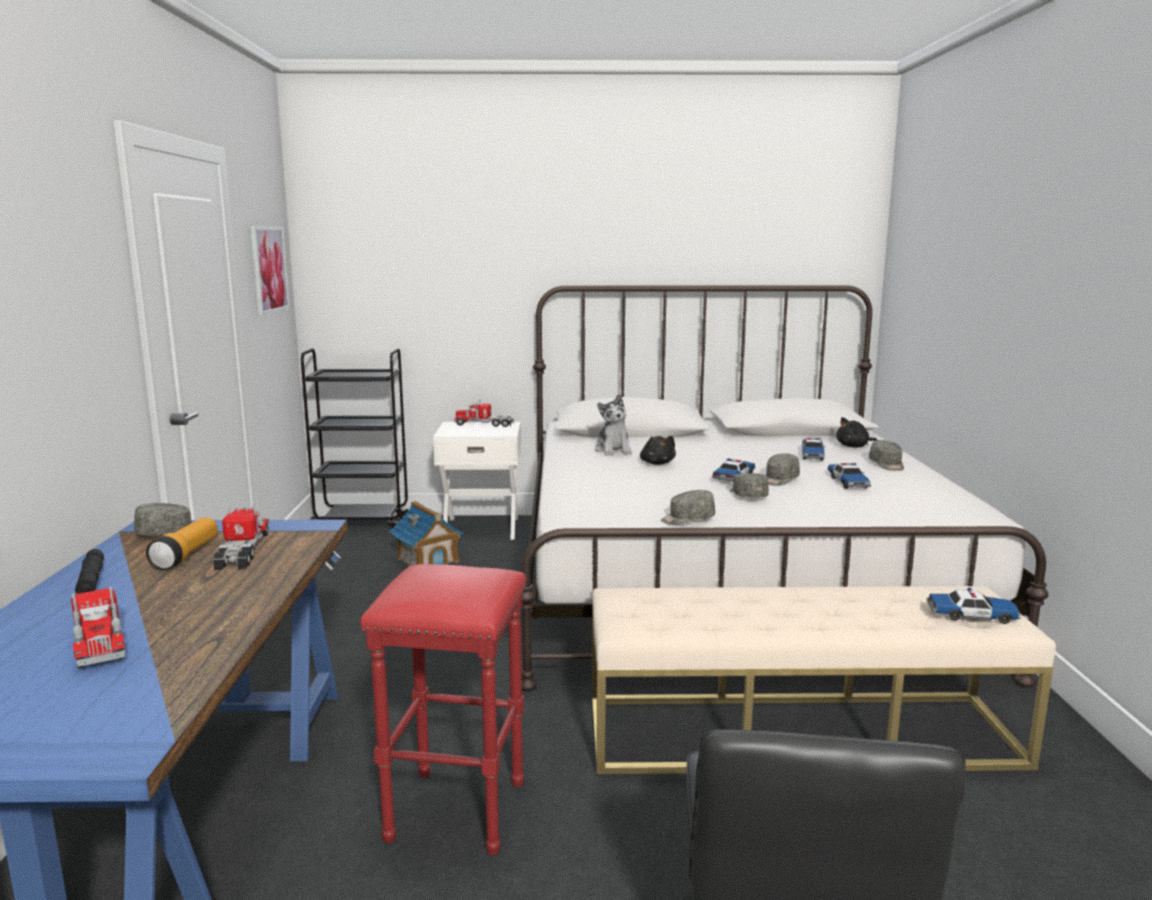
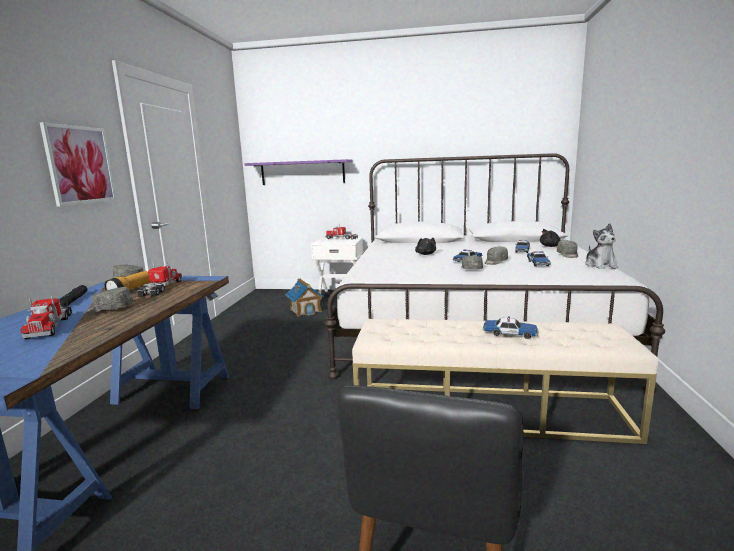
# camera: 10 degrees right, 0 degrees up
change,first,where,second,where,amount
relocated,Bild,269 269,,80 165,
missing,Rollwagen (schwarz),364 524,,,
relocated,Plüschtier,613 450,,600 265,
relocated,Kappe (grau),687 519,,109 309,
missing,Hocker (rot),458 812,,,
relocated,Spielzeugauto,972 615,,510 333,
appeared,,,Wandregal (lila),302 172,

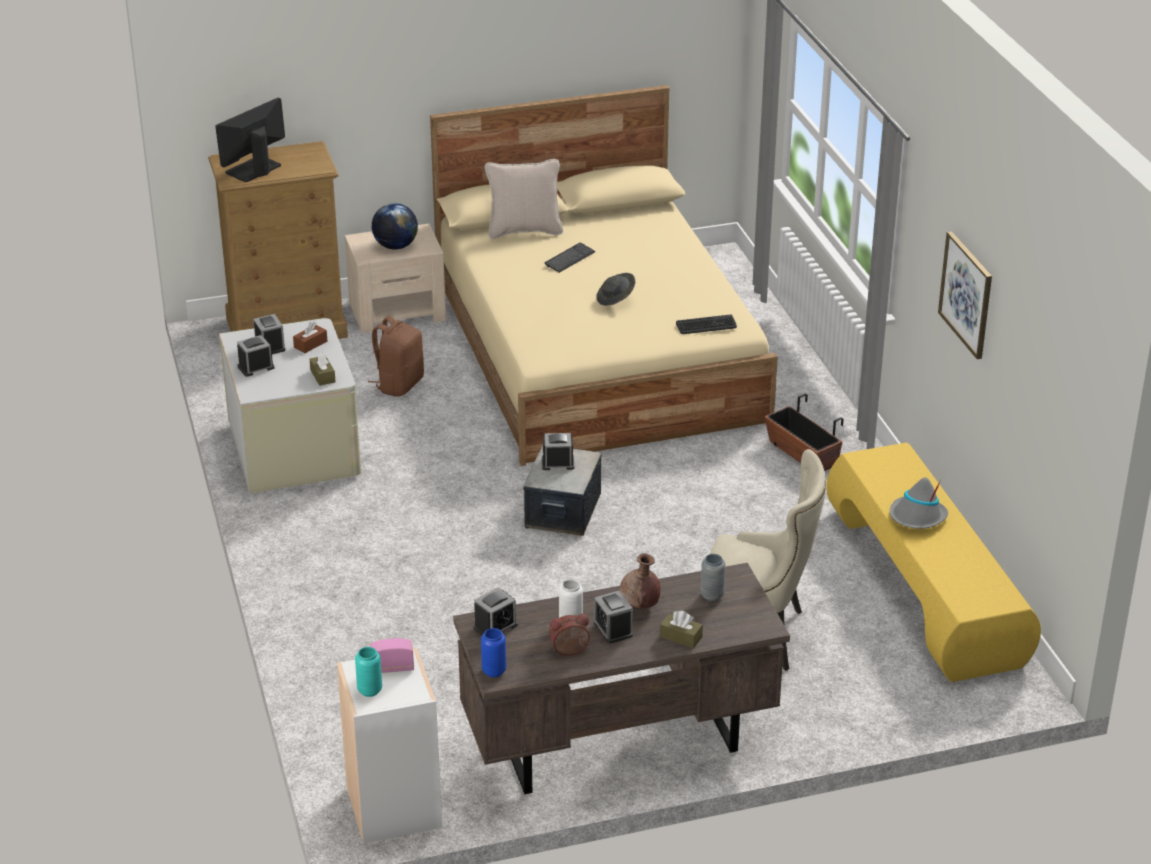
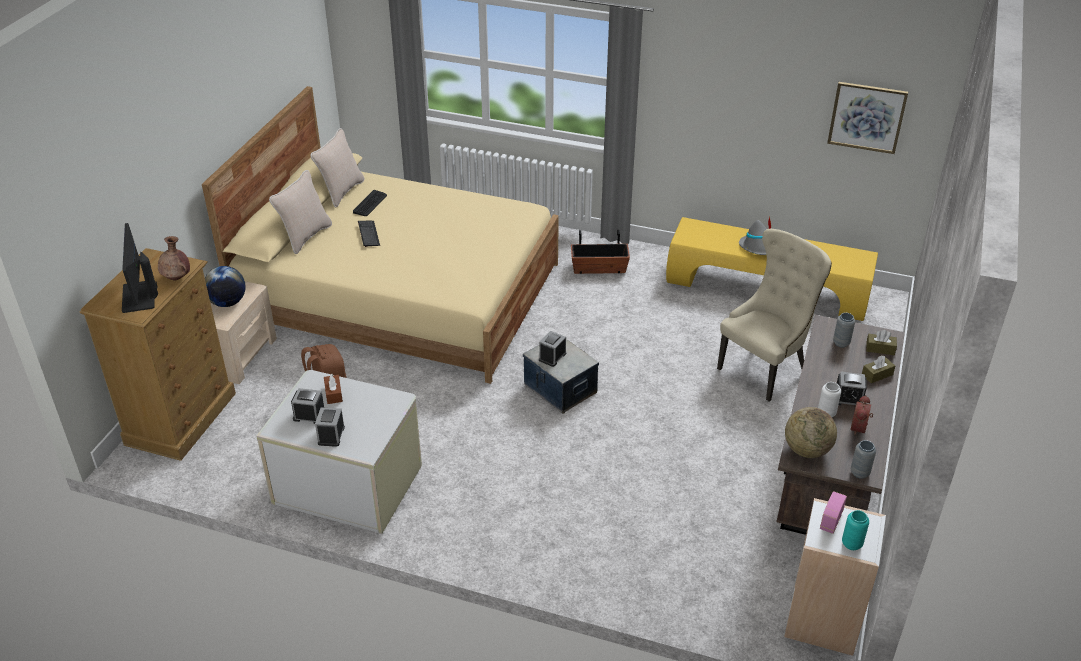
# camera: 55 degrees left, 5 degrees up
change,first,where,second,where,amount
relocated,Bild,966 294,,867 117,
missing,Hut (grau),616 298,,,
relocated,Tastatur,706 325,,370 204,
relocated,Taschentuchbox (braun),322 376,,880 349,
relocated,Vase (braun),639 606,,177 278,
exchanged,Wecker,495 626,Globus,807 450,
colour,Vase (blau),494 671,Vase (grau),859 473,
appeared,,,Kissen (beige),341 192,

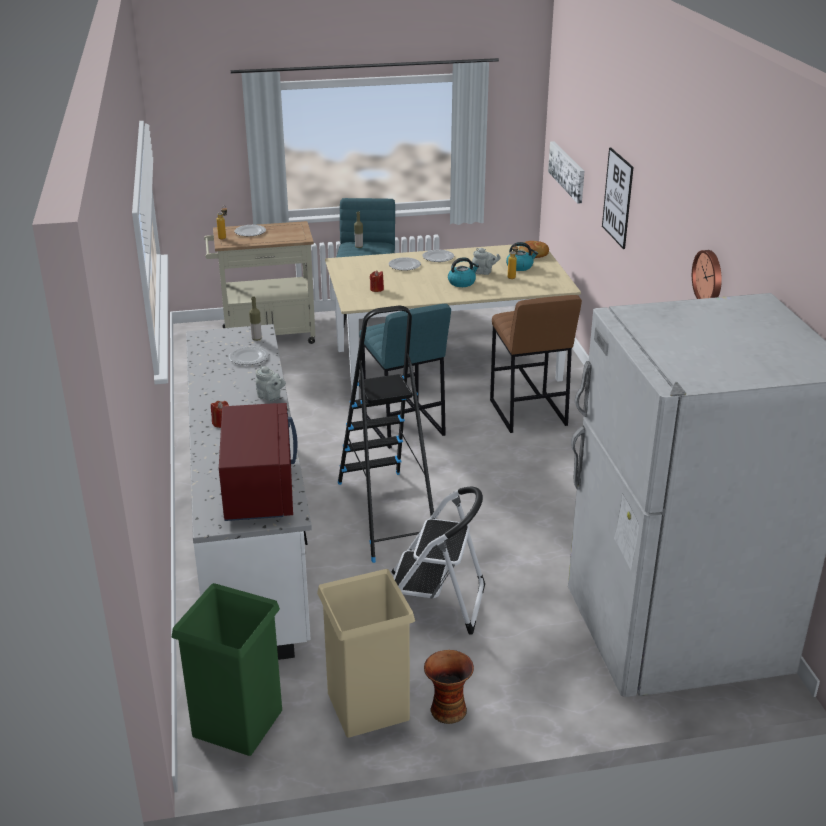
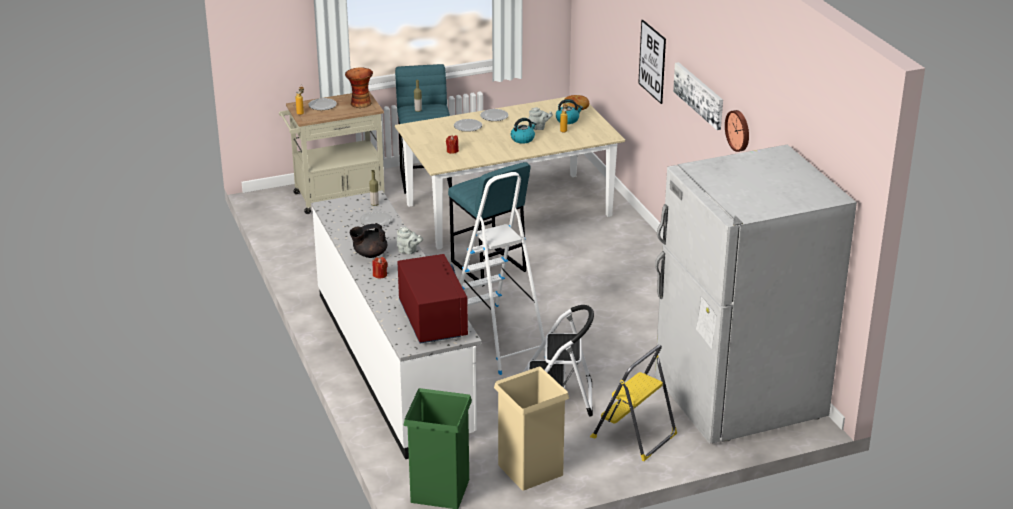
# camera: 10 degrees left, 0 degrees up
change,first,where,second,where,amount
relocated,Bild,567 171,,699 95,
missing,Hocker (braun),529 413,,,
colour,Trittleiter (schwarz),385 514,Trittleiter (weiß),497 338,
relocated,Vase,447 709,,360 103,
appeared,,,Teekanne (schwarz),369 254,
appeared,,,Trittleiter (gelb),636 436,

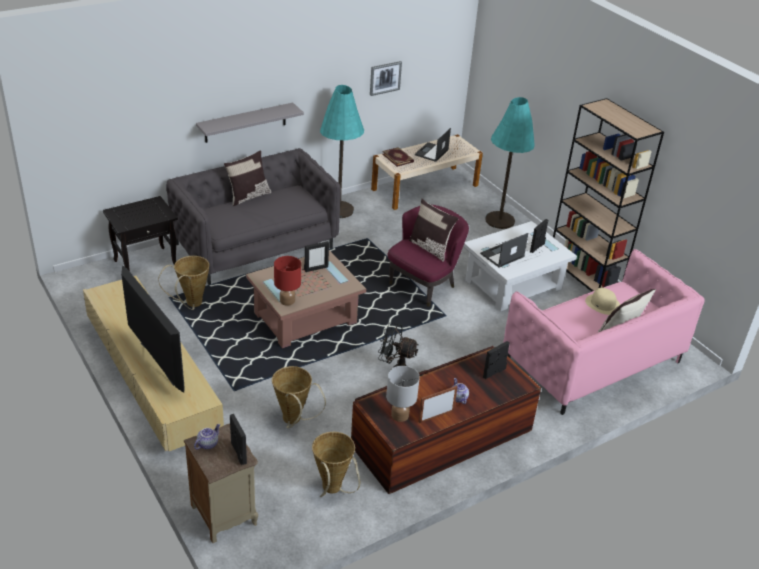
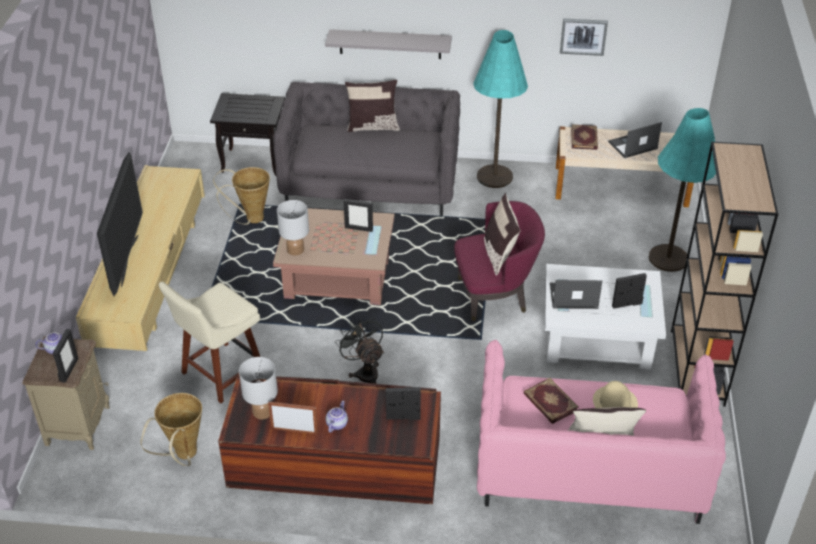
# camera: 40 degrees right, 5 degrees up
change,first,where,second,where,amount
colour,Tischlampe (rot),287 300,Tischlampe (grau),295 250,
exchanged,Korb,294 421,Hocker (beige),220 374,
appeared,,,Buch,549 402,

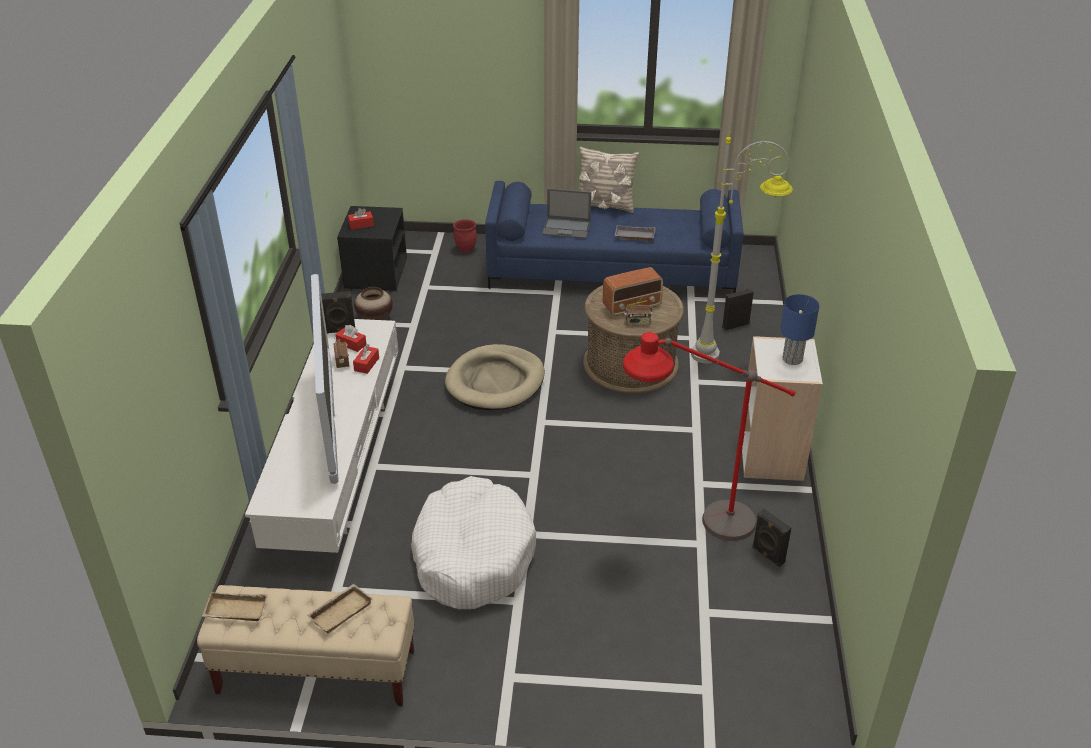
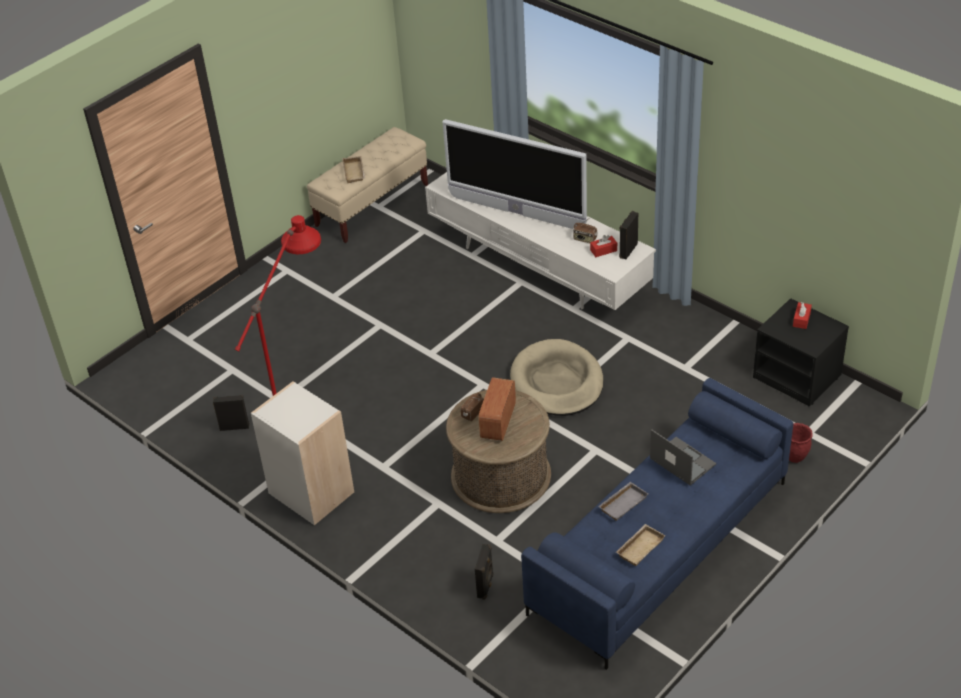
# camera: 130 degrees right, 5 degrees up
change,first,where,second,where,amount
missing,Stehlampe (grau),729 355,,,
missing,Kissen (beige),605 206,,,
spun,Laptop,567 228,,682 461,90 degrees clockwise
missing,Vase,375 319,,,
missing,Tischlampe (blau),792 358,,,
missing,Taschentuchbox (rot),366 364,,,
missing,Hundebett (weiß),472 555,,,
relocated,Tablett (beige),235 611,,639 547,

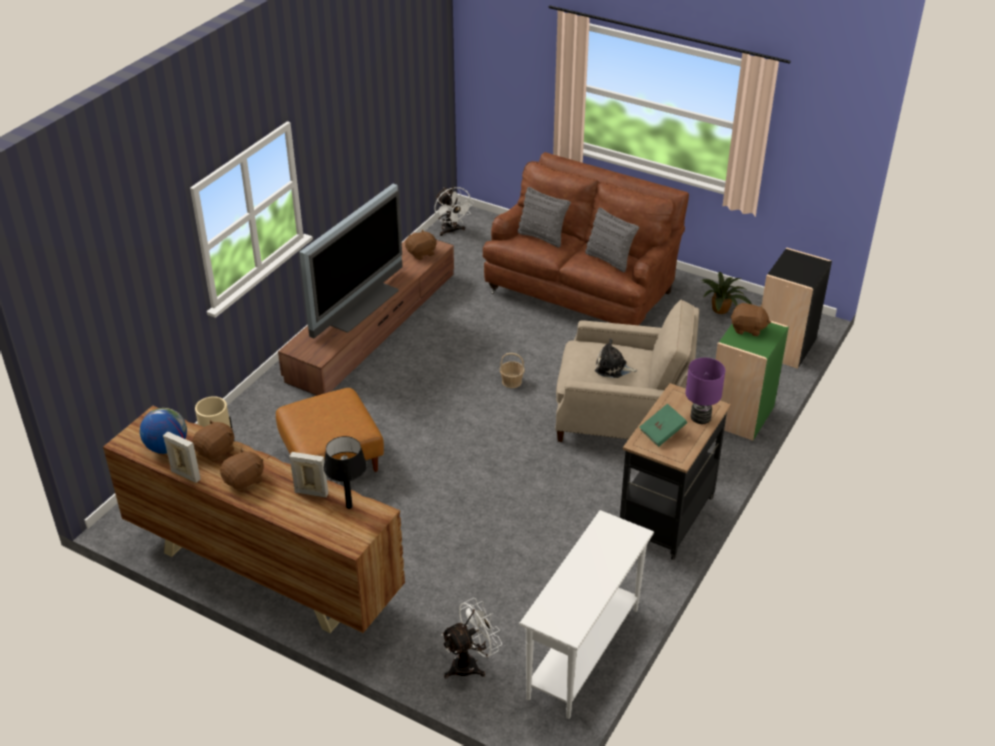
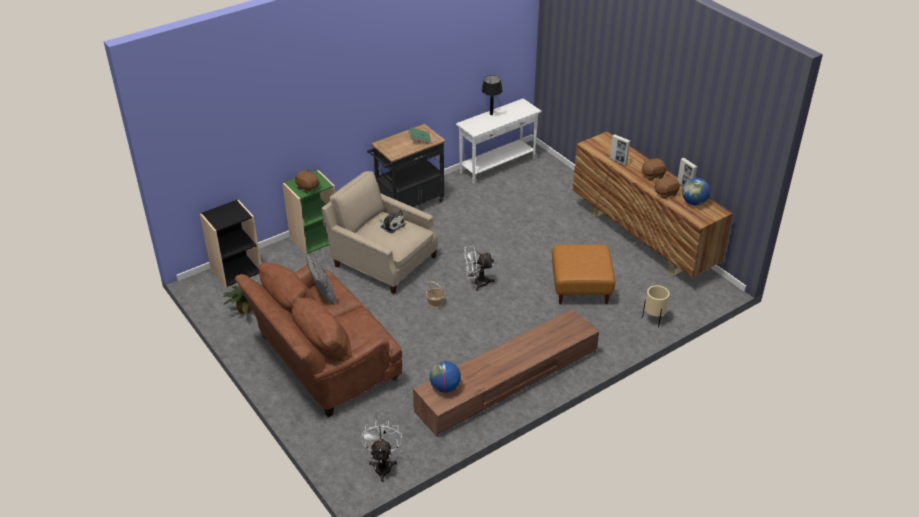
# camera: 155 degrees left, 0 degrees up
change,first,where,second,where,amount
missing,Fernseher,360 305,,,
missing,Kissen (grau),543 237,,,
exchanged,Plüschtier (braun),421 253,Globus,445 387,
missing,Tischlampe (lila),700 417,,,
relocated,Tischlampe (schwarz),349 506,,491 114,
relocated,Ventilator (weiß),470 664,,477 283,

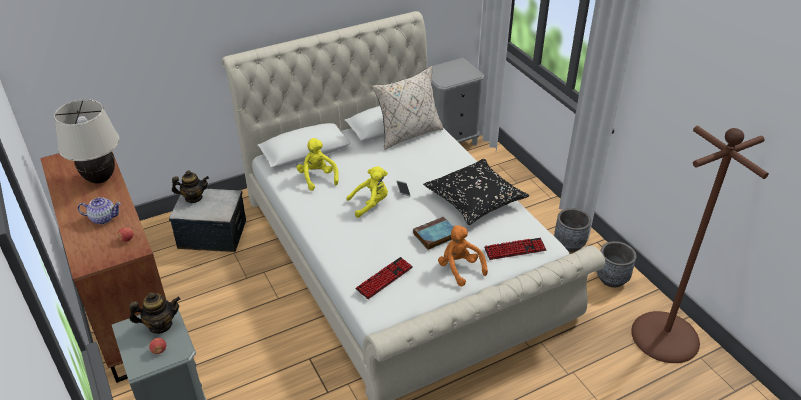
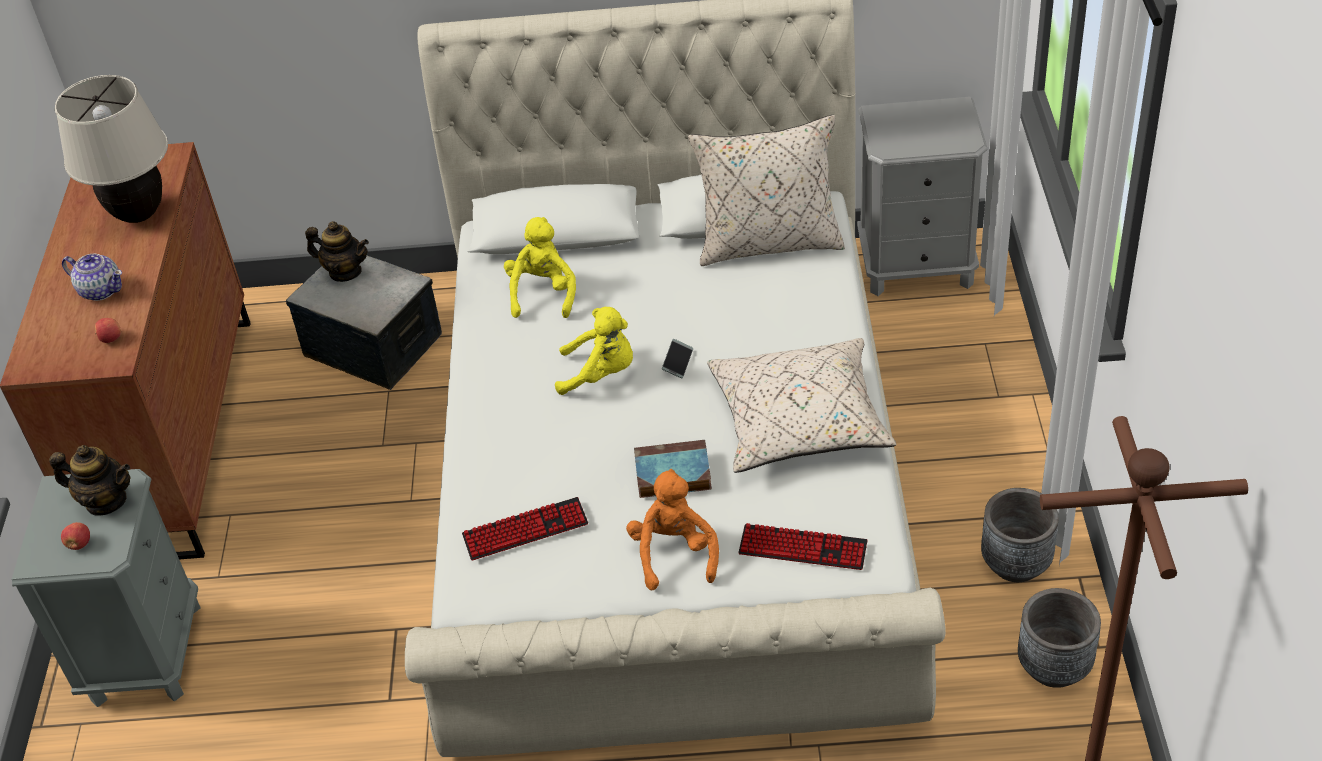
# camera: 30 degrees right, 5 degrees up
change,first,where,second,where,amount
colour,Kissen (schwarz),475 200,Kissen (beige),800 422,

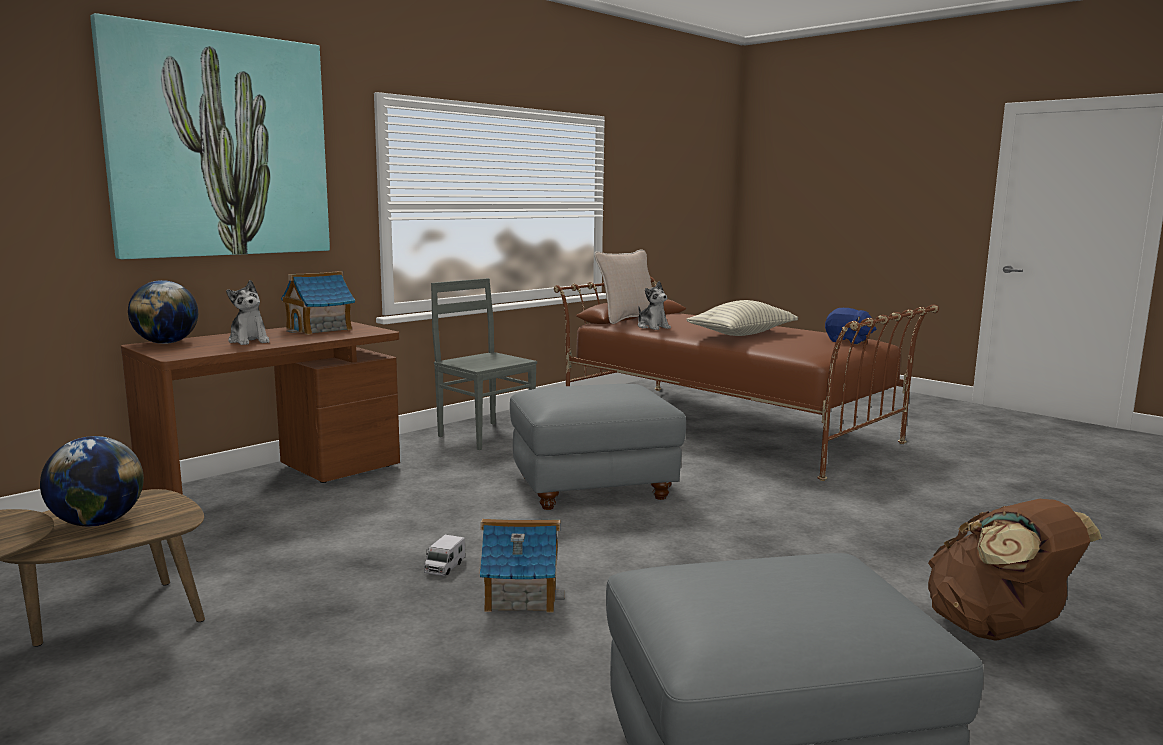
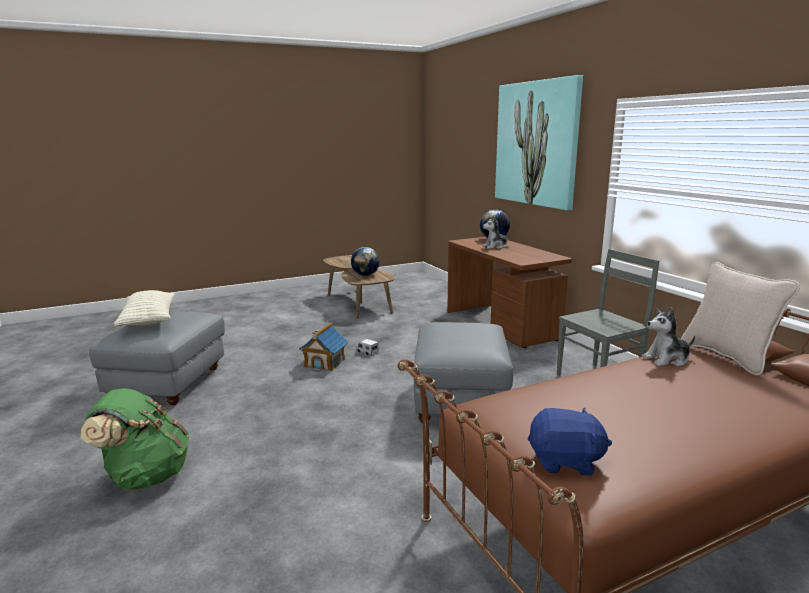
# camera: 110 degrees right, 5 degrees up
change,first,where,second,where,amount
missing,Spielzeughaus,319 329,,,
relocated,Kissen,742 334,,148 320,
spun,Plüschtier (blau),847 341,,565 461,135 degrees counterclockwise
colour,Rucksack (braun),997 631,Rucksack (grün),145 476,

